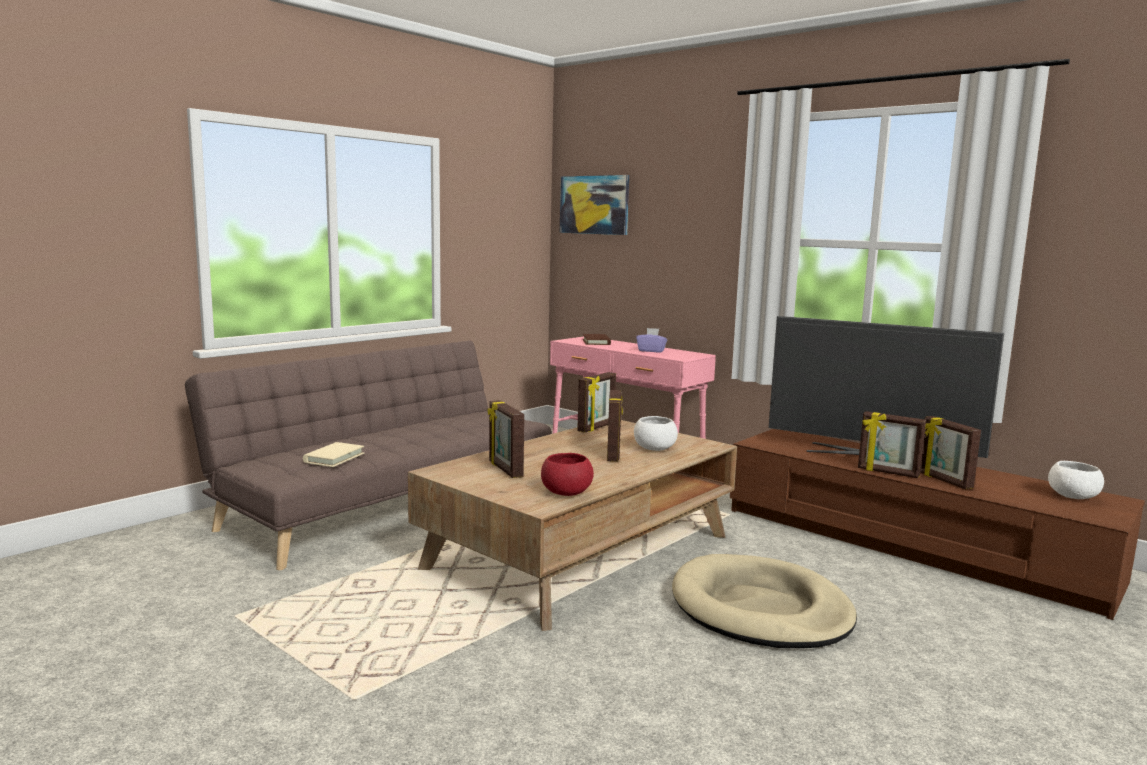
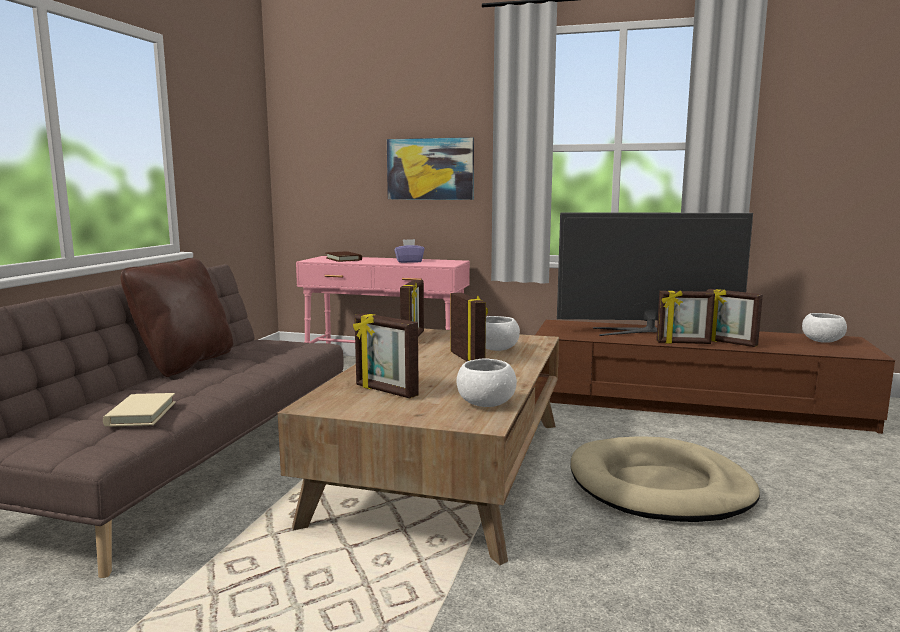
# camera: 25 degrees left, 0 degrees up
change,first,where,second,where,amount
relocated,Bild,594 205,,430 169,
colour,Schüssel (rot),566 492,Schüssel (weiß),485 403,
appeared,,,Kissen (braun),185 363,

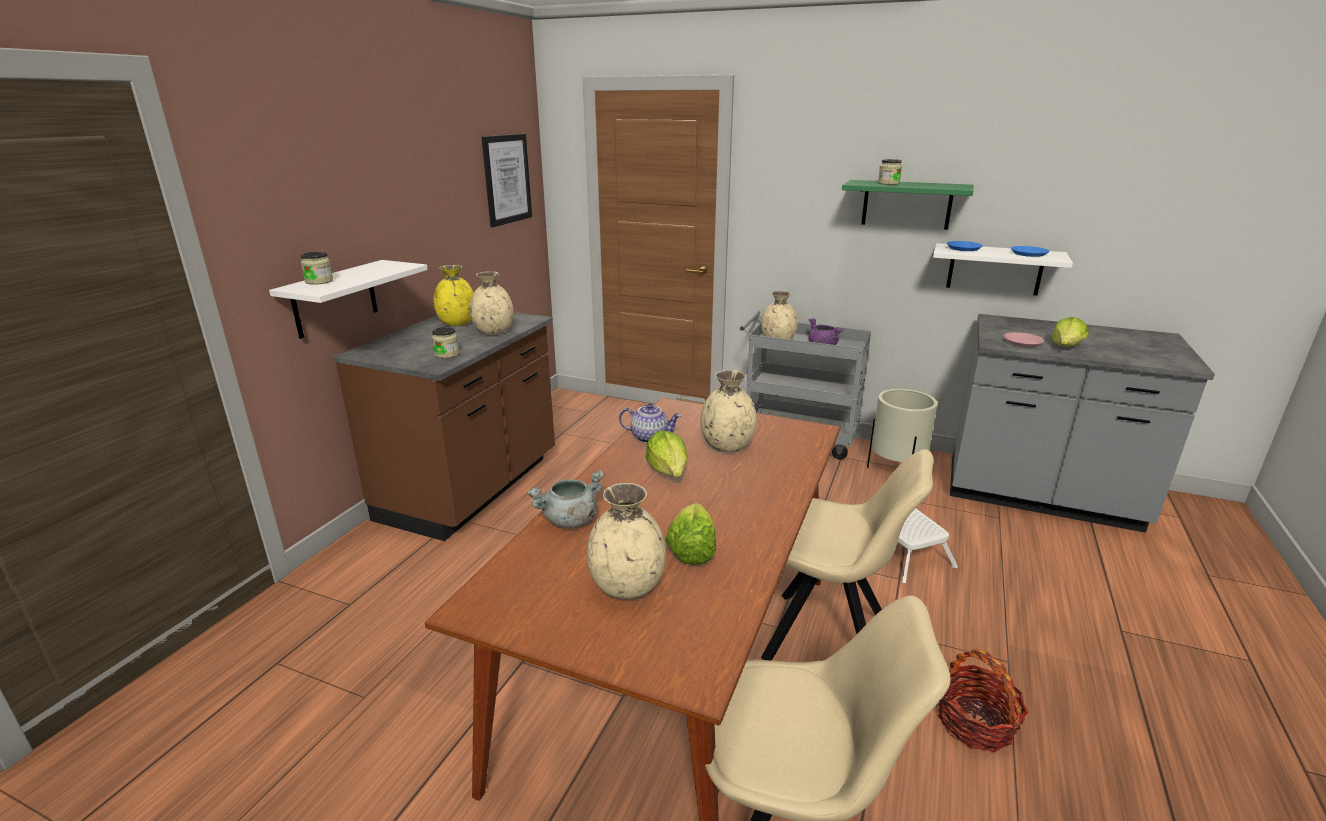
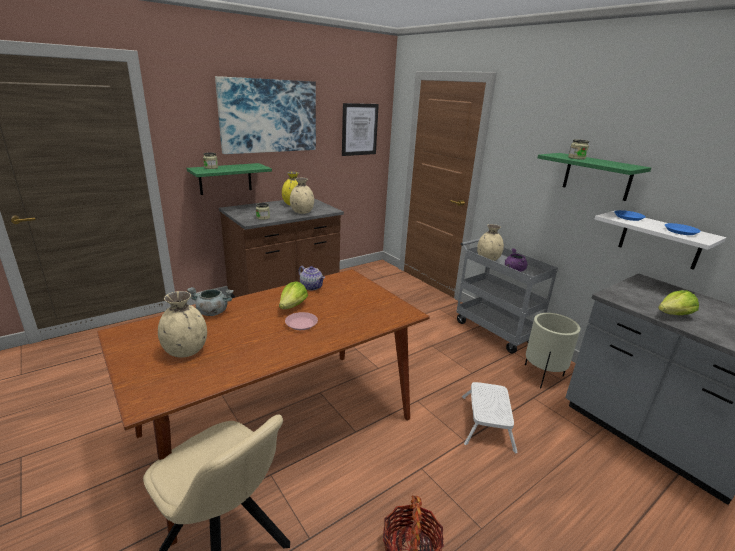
# camera: 30 degrees right, 0 degrees up
change,first,where,second,where,amount
colour,Wandregal (weiß),335 299,Wandregal (grün),225 178,
relocated,Teller (rosa),1022 342,,301 323,
missing,Vase (beige),726 446,,,
missing,Stuhl (beige),828 639,,,
missing,Salatkopf,691 549,,,
appeared,,,Bild,269 116,

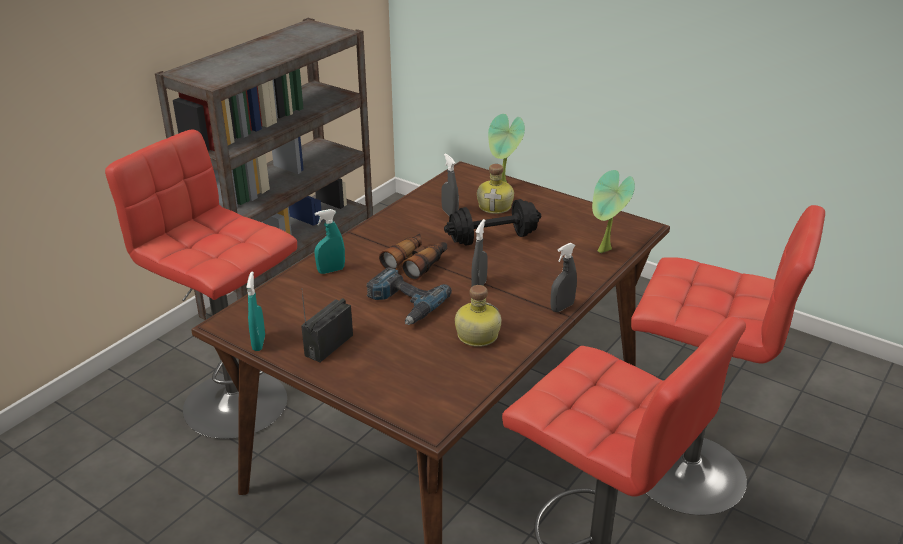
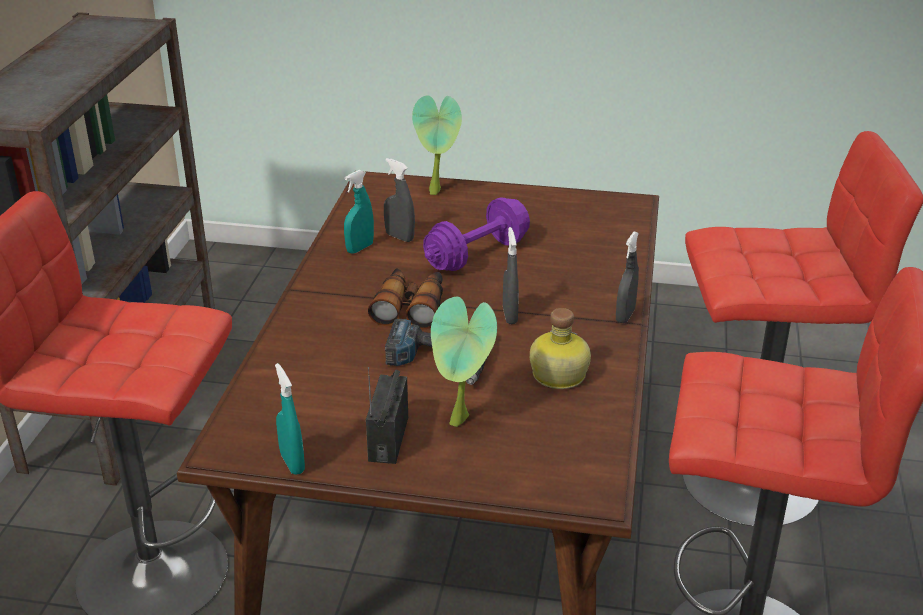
# camera: 25 degrees left, 0 degrees up
change,first,where,second,where,amount
missing,Flasche,496 206,,,
relocated,Topfpflanze,605 252,,461 423,
colour,Hantel (schwarz),492 238,Hantel (lila),477 255,
relocated,Sprühflasche (türkis),331 270,,360 248,

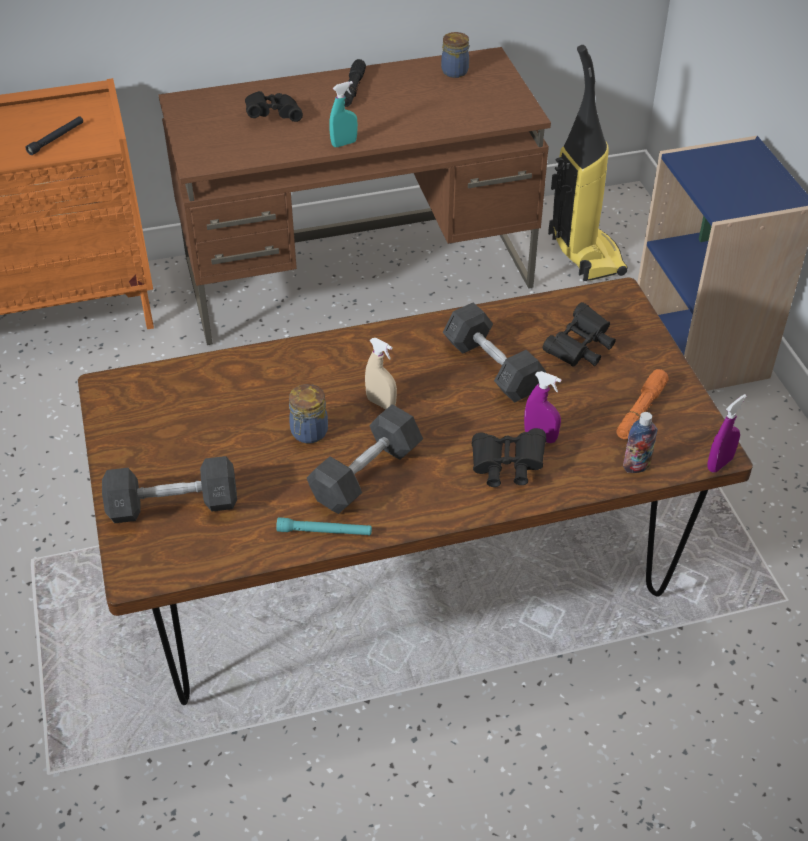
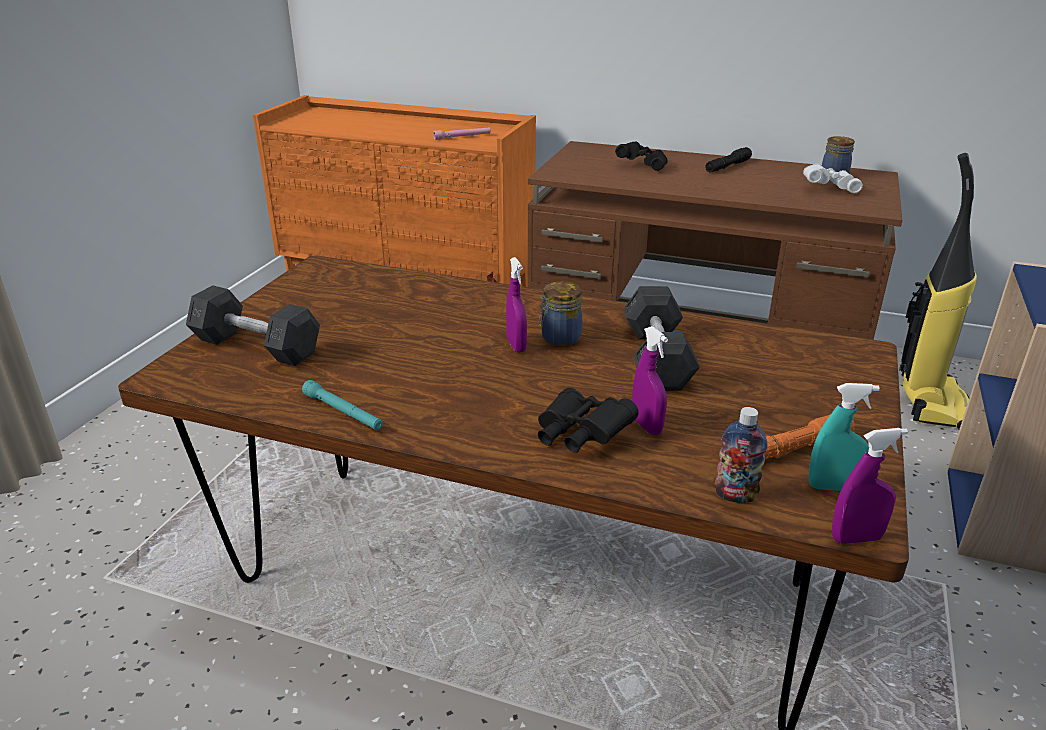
# camera: 35 degrees right, 15 degrees down
change,first,where,second,where,amount
relocated,Sprühflasche (türkis),344 143,,832 487,
colour,Taschenlampe (schwarz),56 139,Taschenlampe (rosa),462 137,
missing,Fernglas (schwarz),580 349,,,
colour,Sprühflasche (beige),381 403,Sprühflasche (lila),516 346,
relocated,Vorratsglas,308 433,,559 338,
missing,Hantel (grau),366 474,,,
appeared,,,Fernglas (weiß),828 189,

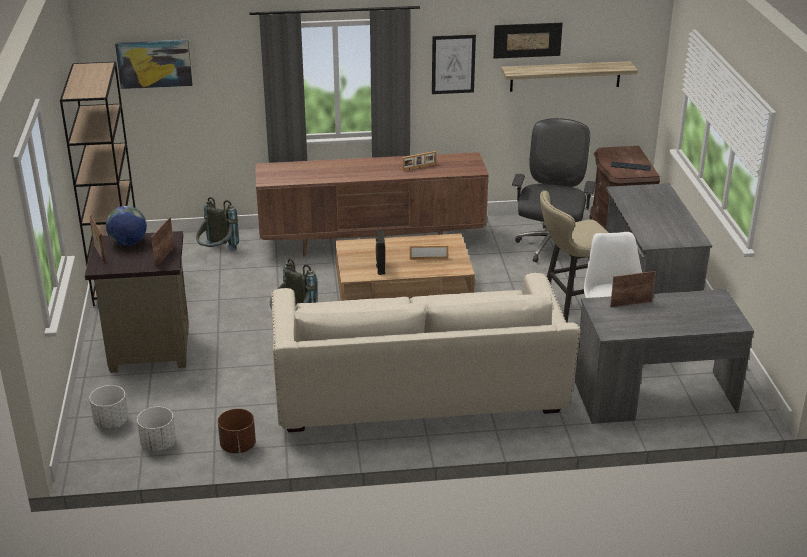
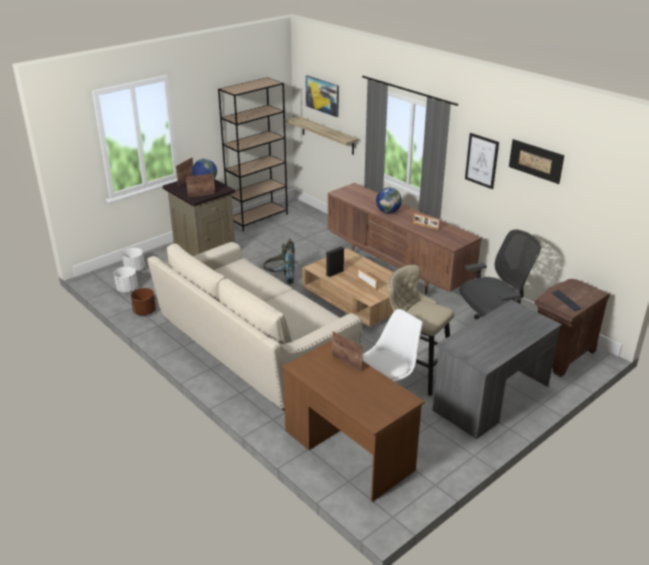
# camera: 55 degrees right, 0 degrees up
change,first,where,second,where,amount
relocated,Wandregal,565 76,,327 135,
missing,Rucksack (grau),217 253,,,
colour,Schreibtisch (grau),654 397,Schreibtisch (braun),348 450,
appeared,,,Globus,388 212,

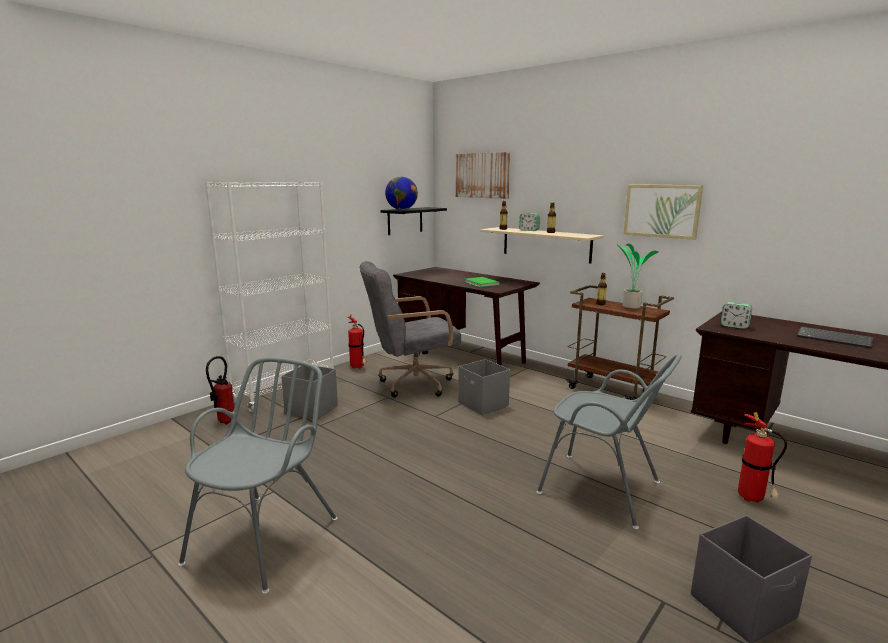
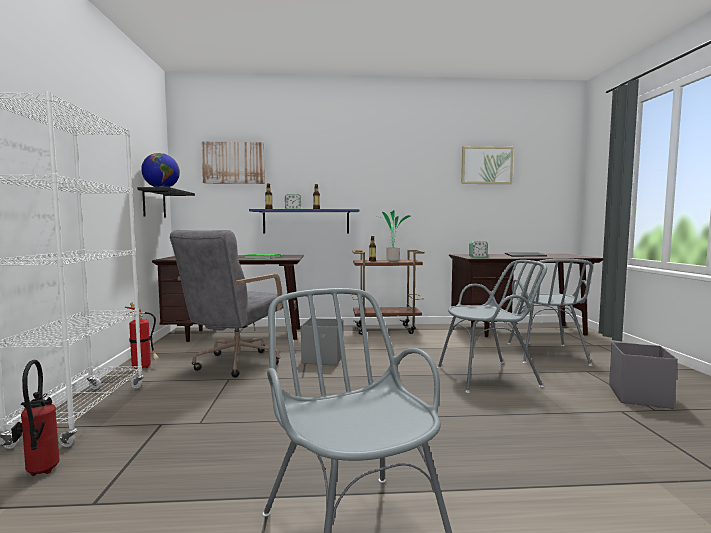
# camera: 45 degrees left, 10 degrees down
change,first,where,second,where,amount
relocated,Bild,661 211,,486 165,
colour,Wandregal (beige),546 244,Wandregal (blau),306 221,
missing,Aufbewahrungsbox (grau),311 409,,,
exchanged,Feuerlöscher,753 499,Stuhl (grau),546 355,

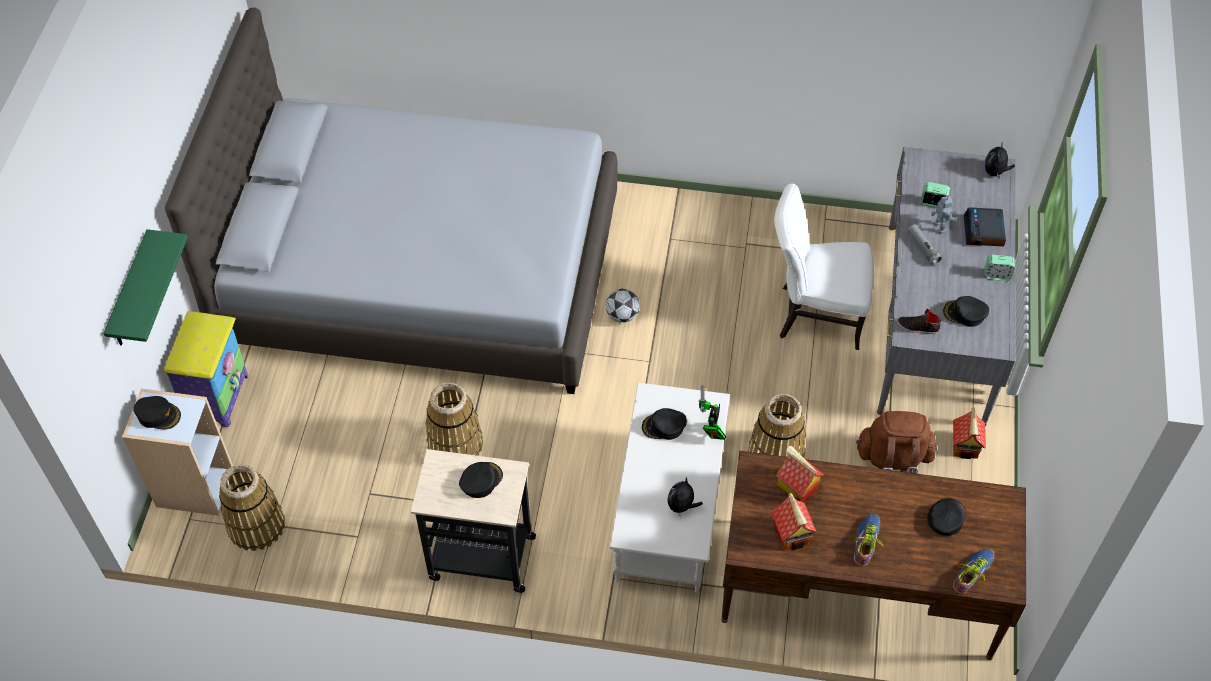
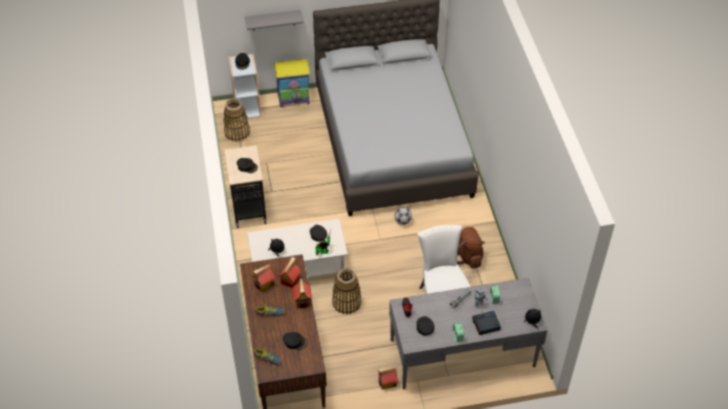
# camera: 70 degrees right, 5 degrees down
change,first,where,second,where,amount
colour,Wandregal (grün),130 293,Wandregal (grau),273 20,
missing,Korb,455 444,,,
relocated,Rucksack (braun),893 459,,468 257,
appeared,,,Spielzeughaus,303 300,

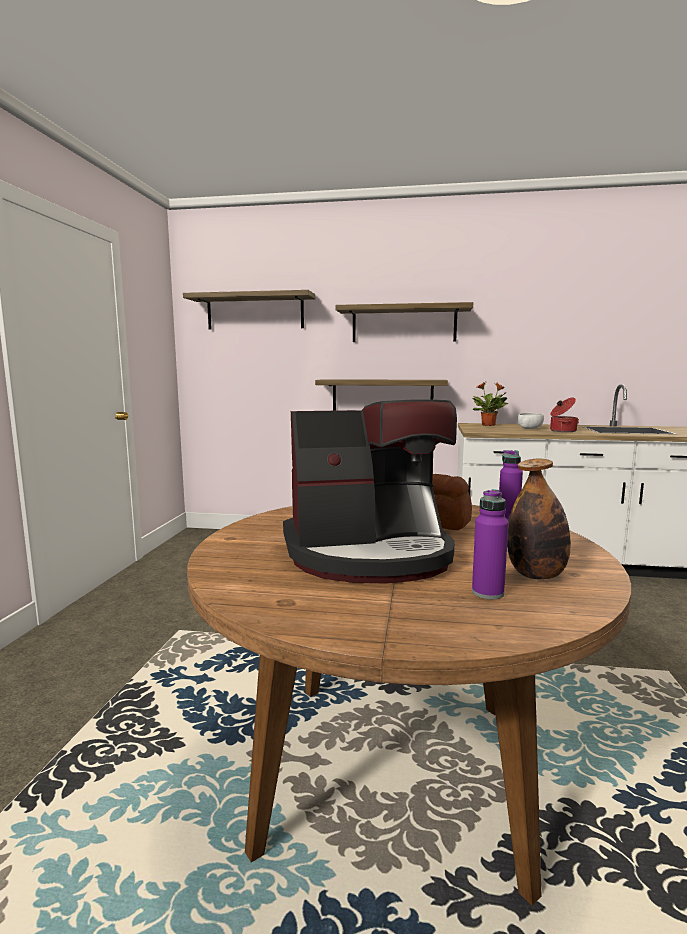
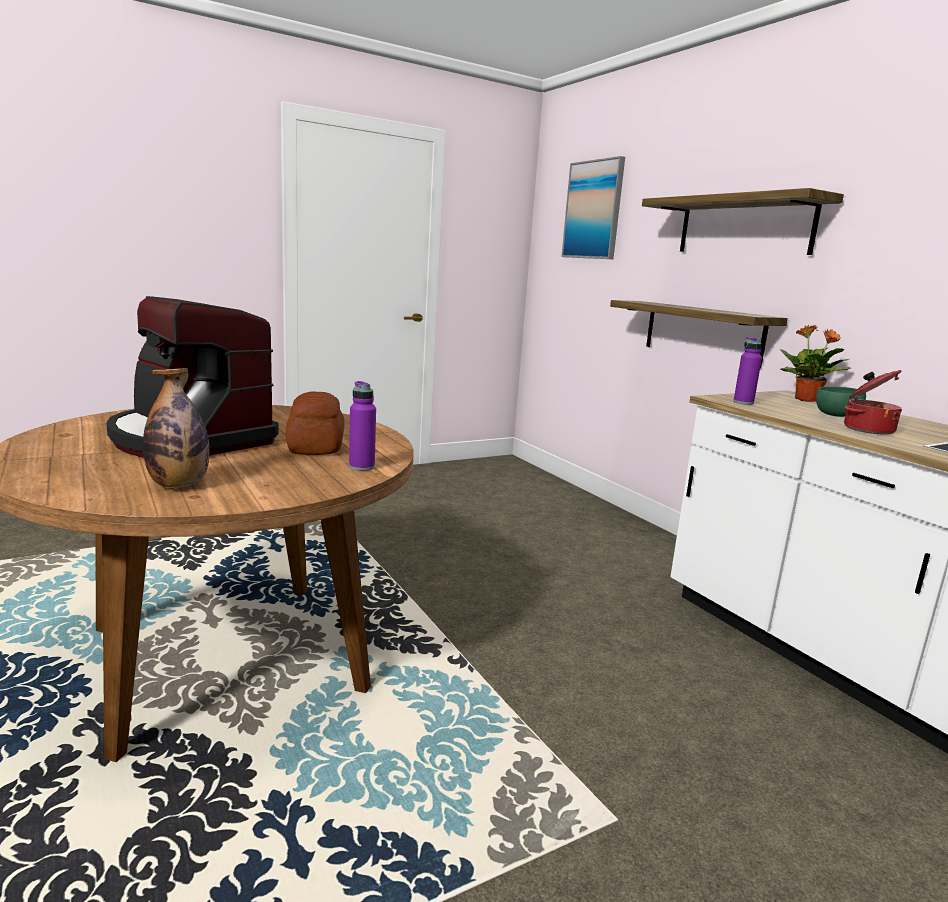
# camera: 50 degrees right, 5 degrees up
change,first,where,second,where,amount
exchanged,Wandregal,255 312,Bild,593 210,
colour,Schüssel (weiß),530 428,Schüssel (grün),836 416,
relocated,Flasche (lila),487 593,,743 402,

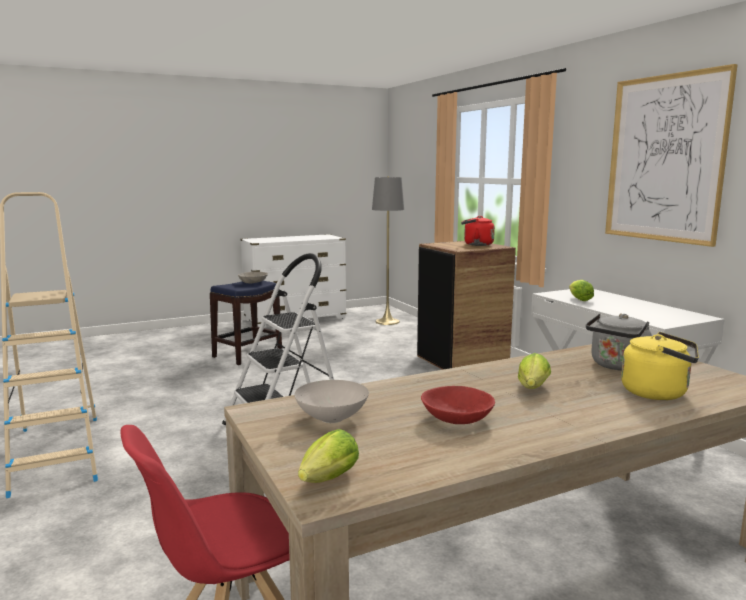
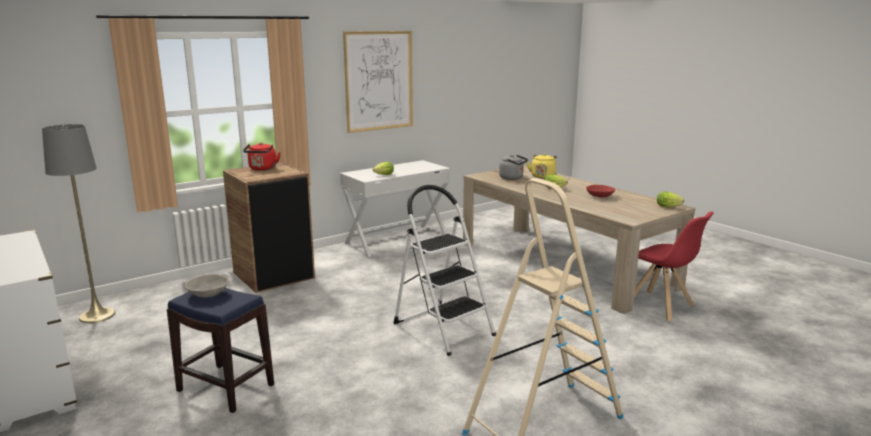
# camera: 100 degrees left, 5 degrees up
change,first,where,second,where,amount
missing,Schüssel (weiß),332 419,,,

